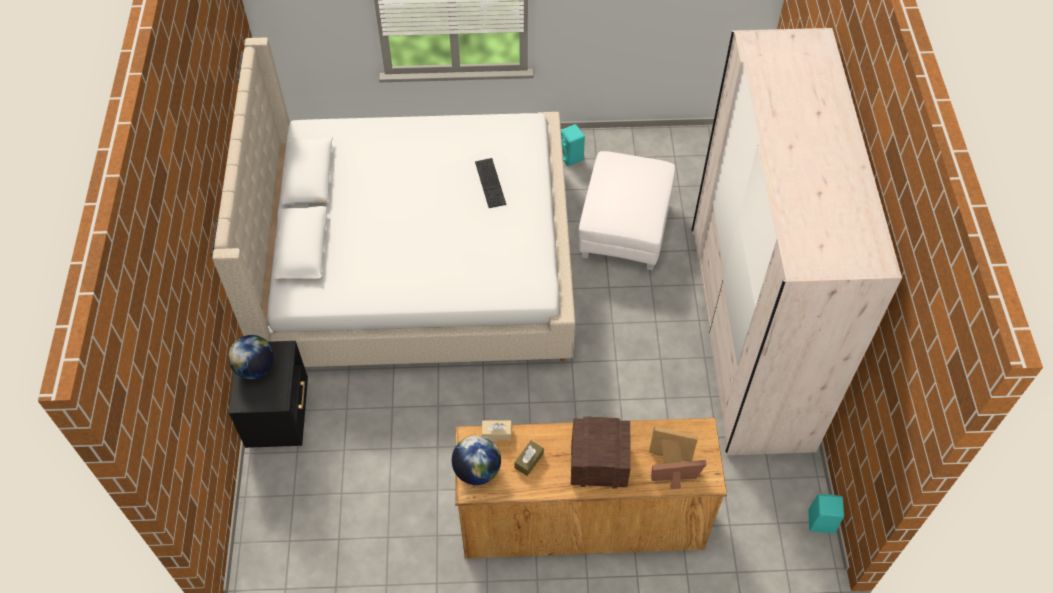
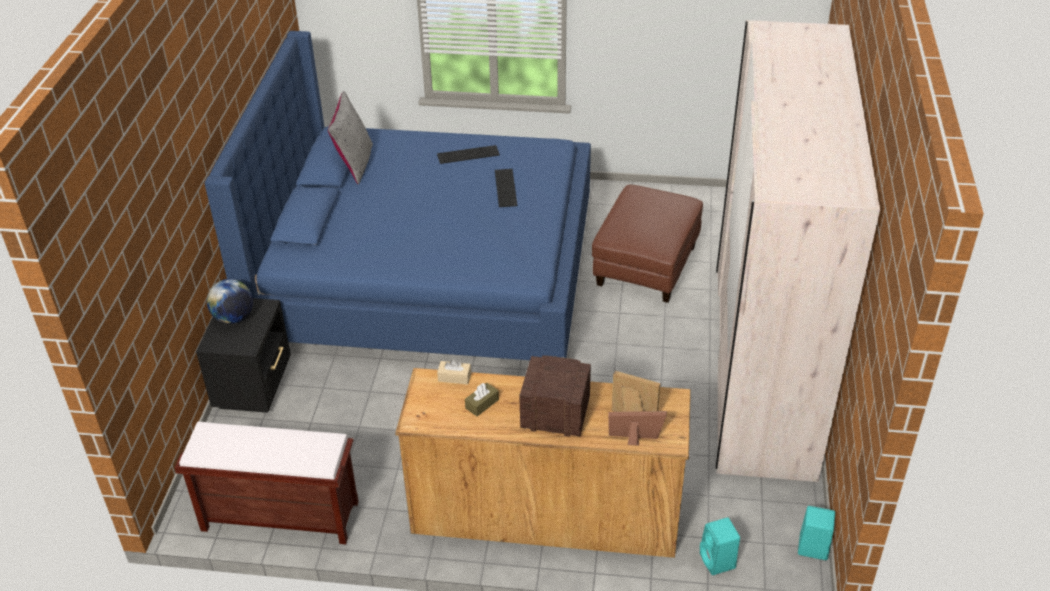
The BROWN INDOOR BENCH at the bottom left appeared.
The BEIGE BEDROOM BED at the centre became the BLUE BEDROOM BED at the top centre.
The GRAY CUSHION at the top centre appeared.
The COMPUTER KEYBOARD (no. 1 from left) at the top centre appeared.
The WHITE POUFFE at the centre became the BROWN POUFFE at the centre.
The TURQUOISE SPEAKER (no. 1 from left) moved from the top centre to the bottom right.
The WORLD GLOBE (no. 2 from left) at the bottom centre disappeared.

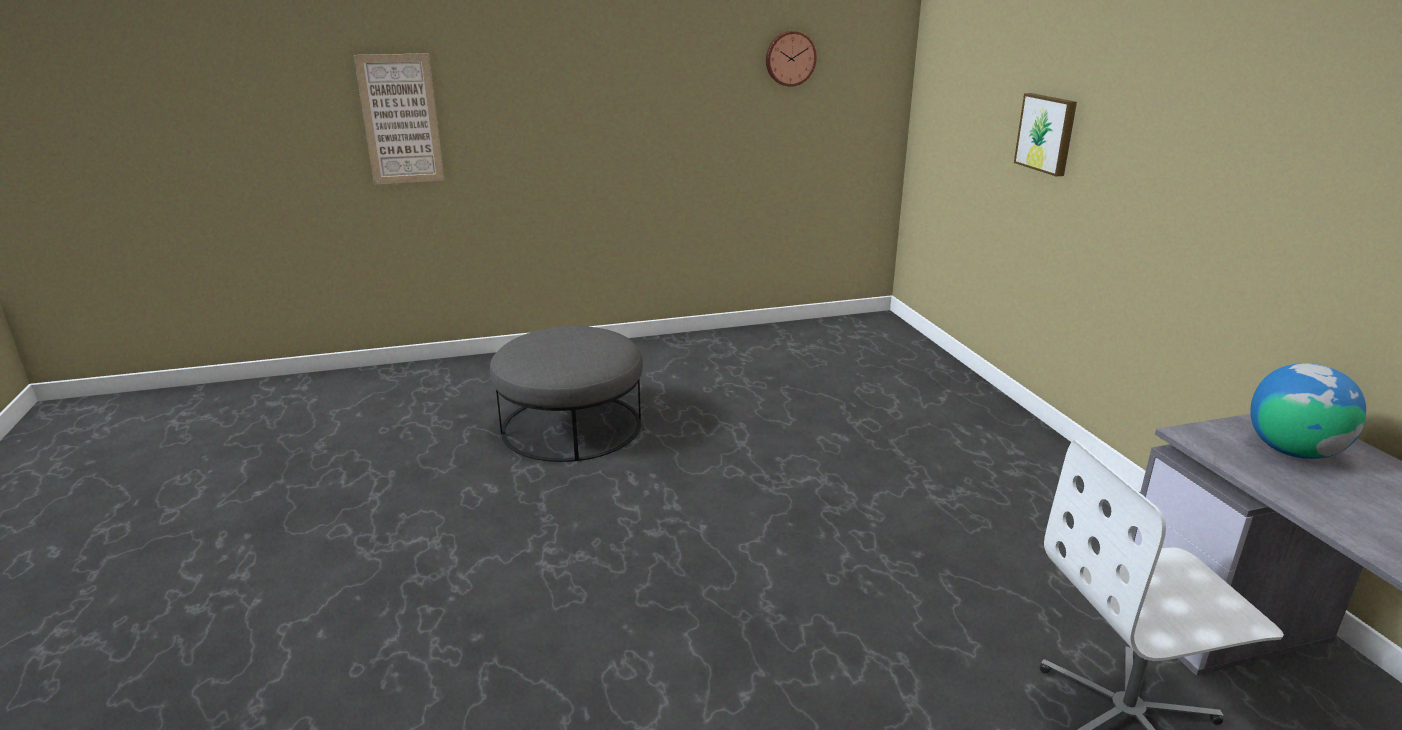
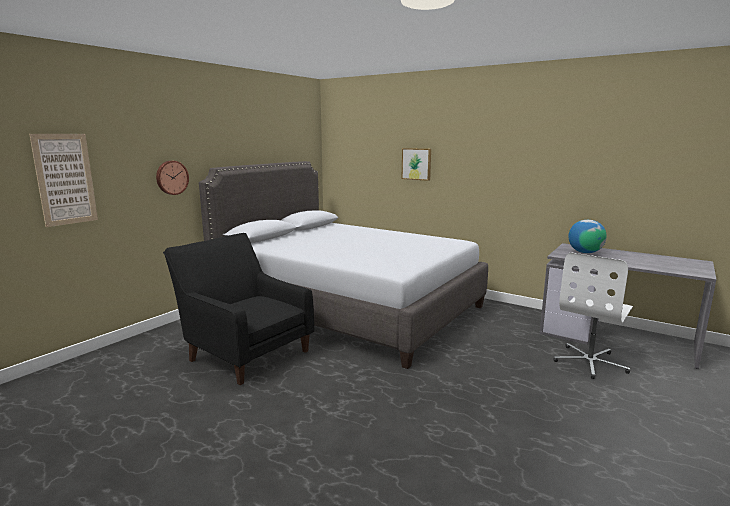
The CLOCK ON THE WALL moved from the top centre to the middle left.
The GRAY POUFFE at the centre was replaced by the BLACK-COLOURED EASY CHAIR at the middle left.
The GRAY BEDROOM BED at the centre appeared.

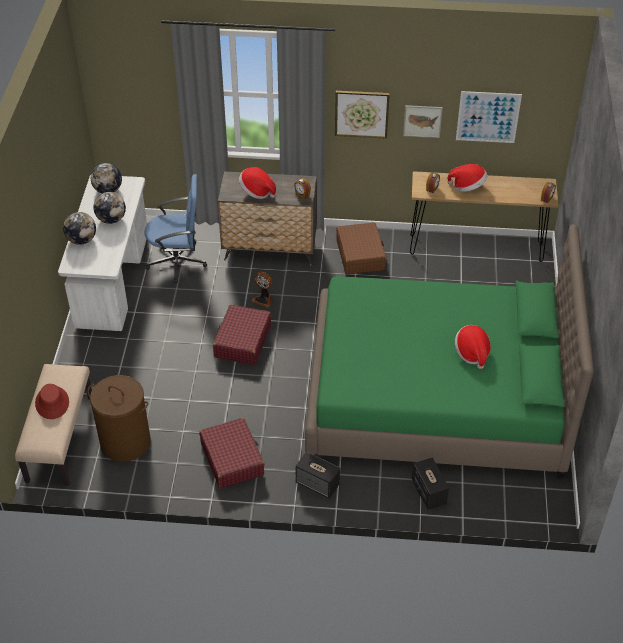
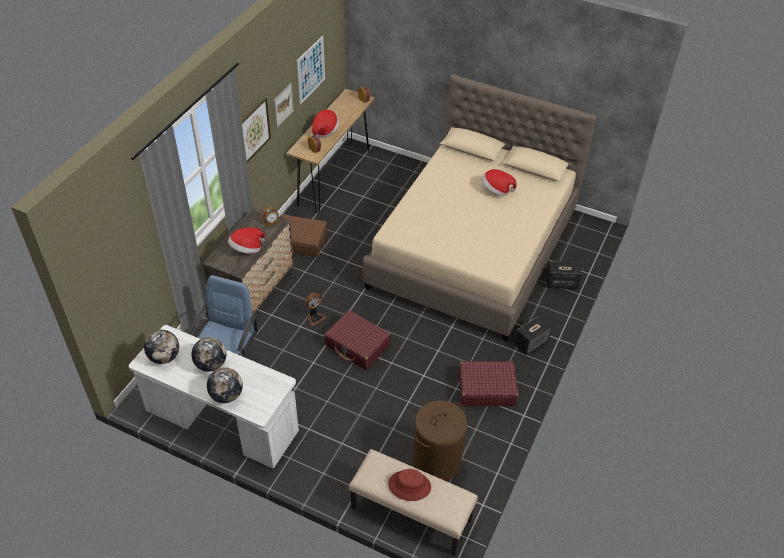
The GREENISH BEDROOM BED at the middle right became the BEIGE BEDROOM BED at the centre.

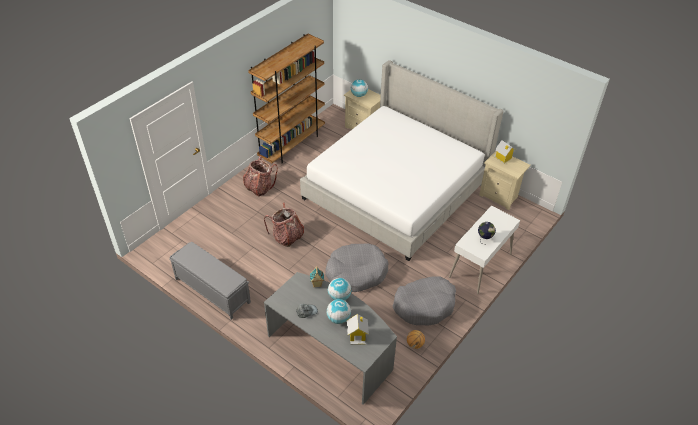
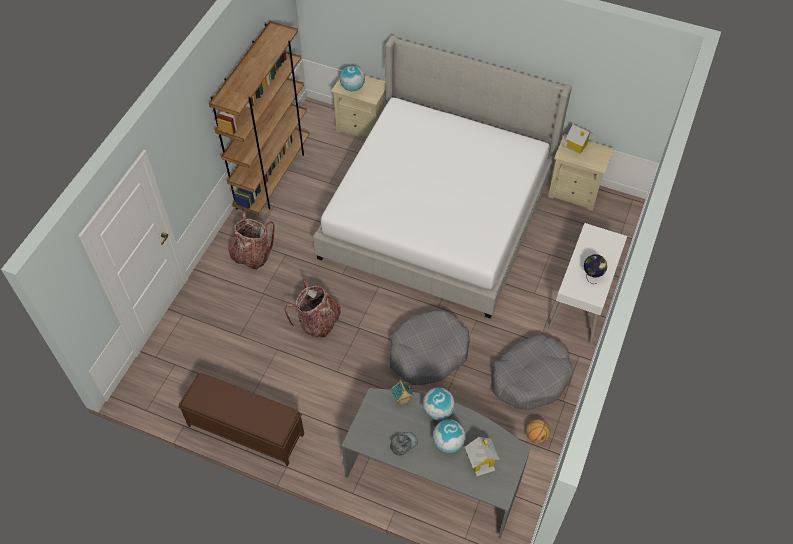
The GRAY INDOOR BENCH at the middle left became the BROWN INDOOR BENCH at the bottom left.

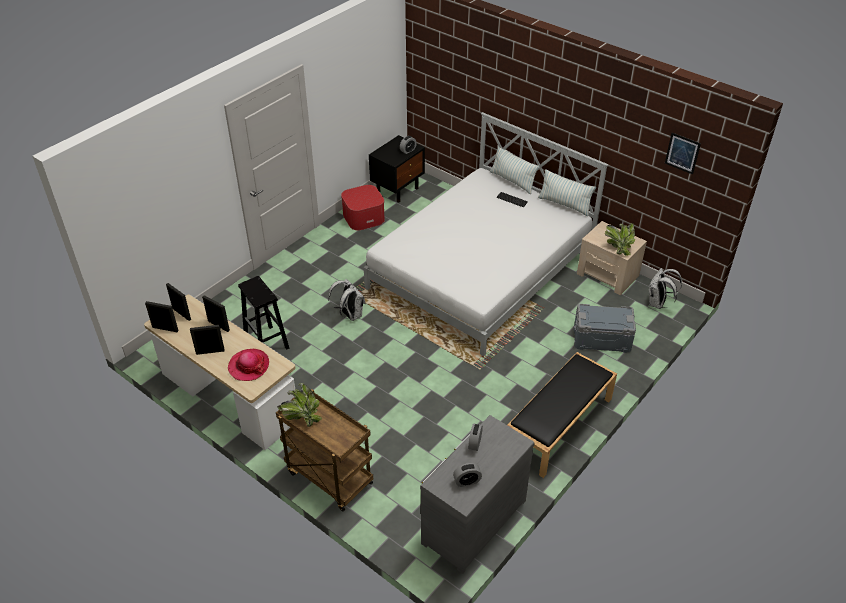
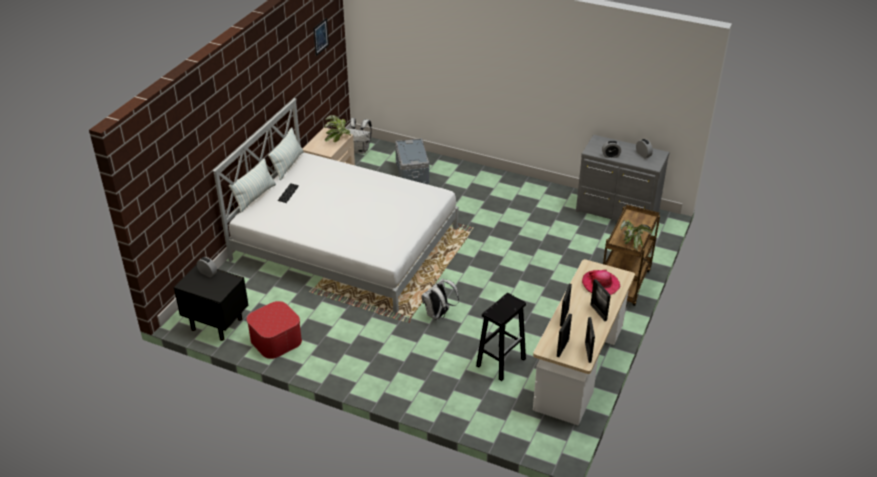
The BLACK-COLOURED INDOOR BENCH at the bottom centre disappeared.

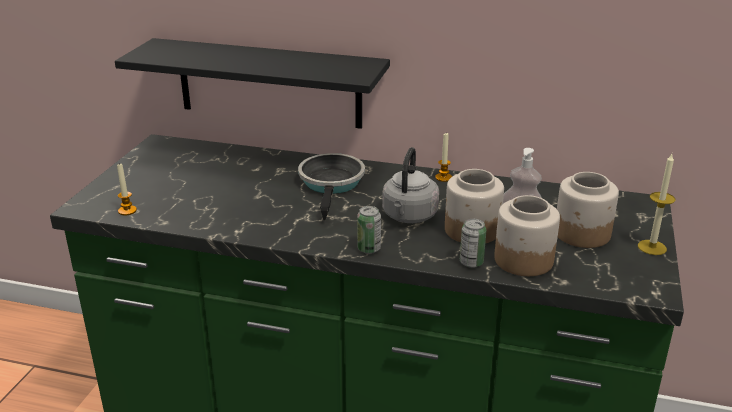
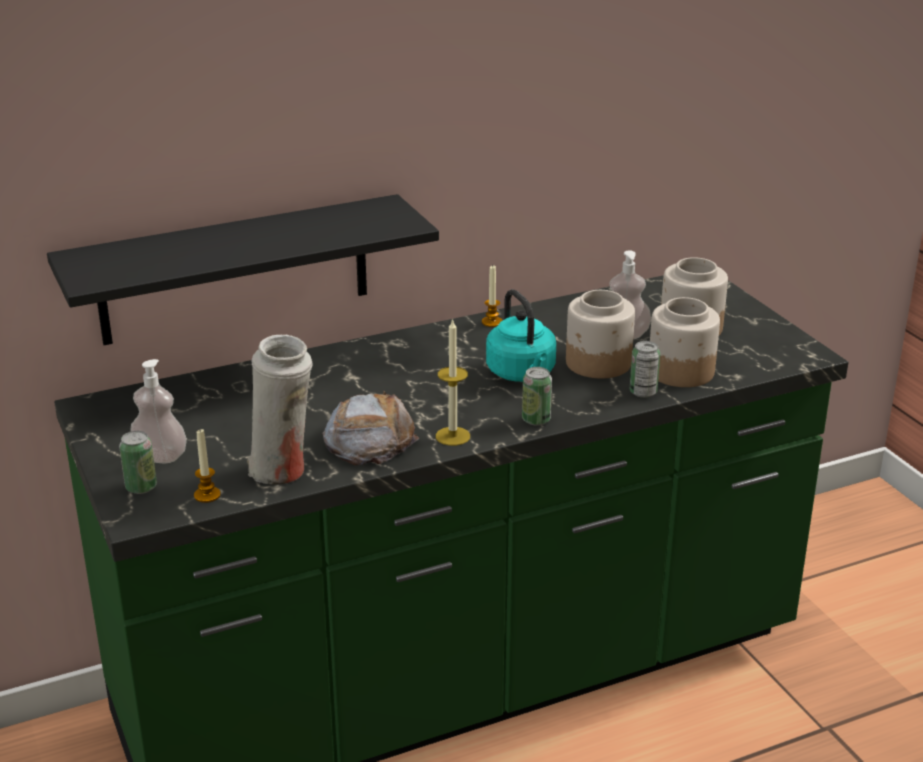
The CAN (no. 1 from left) at the middle left appeared.
The SOAP DISPENSER (no. 1 from left) at the middle left appeared.
The WHITE DECORATIVE VASE at the middle left appeared.
The BAKED BREAD at the centre appeared.
The CANDLE (no. 3 from left in the first image) moved from the middle right to the centre.
The GRAY KETTLE at the centre became the TURQUOISE KETTLE at the centre.
The PAN at the centre disappeared.

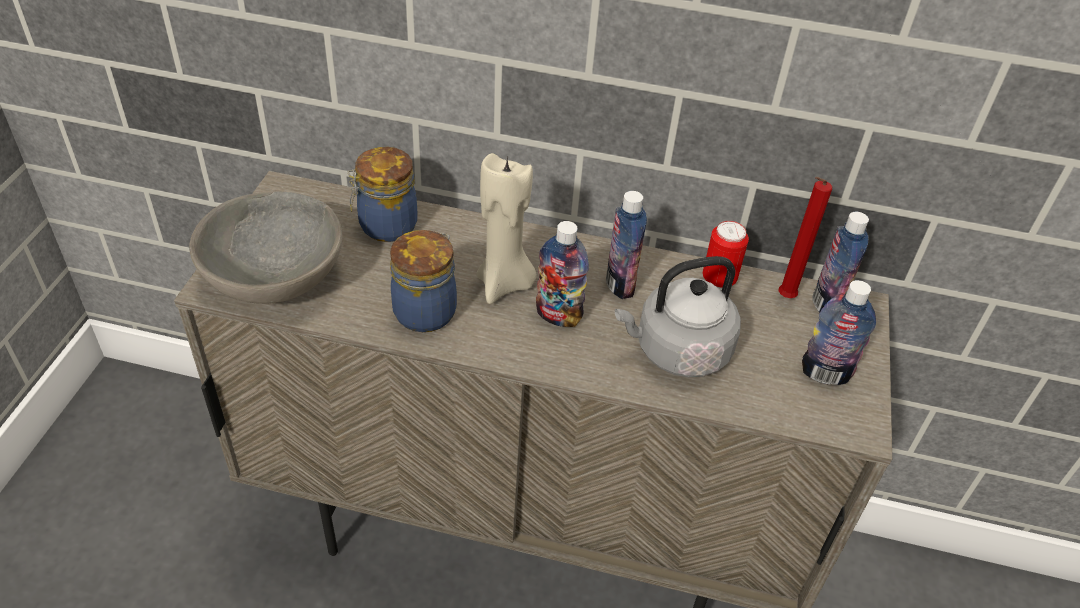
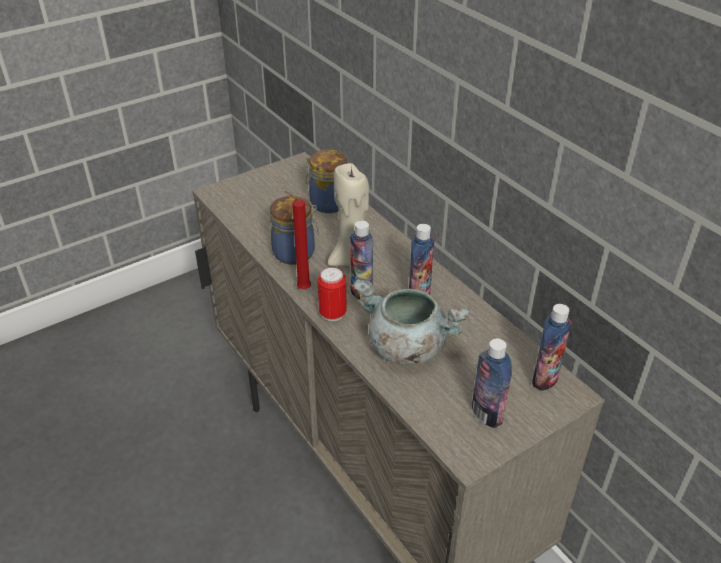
The RED CANDLE moved from the middle right to the centre.
The CAN moved from the middle right to the centre.
The GRAY KETTLE at the centre was replaced by the GRAY COOKING POT at the centre.
The GRAY DEEP DISH at the middle left disappeared.

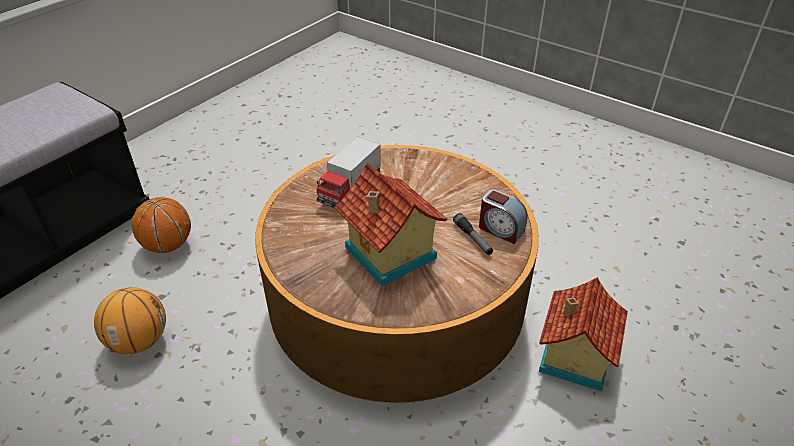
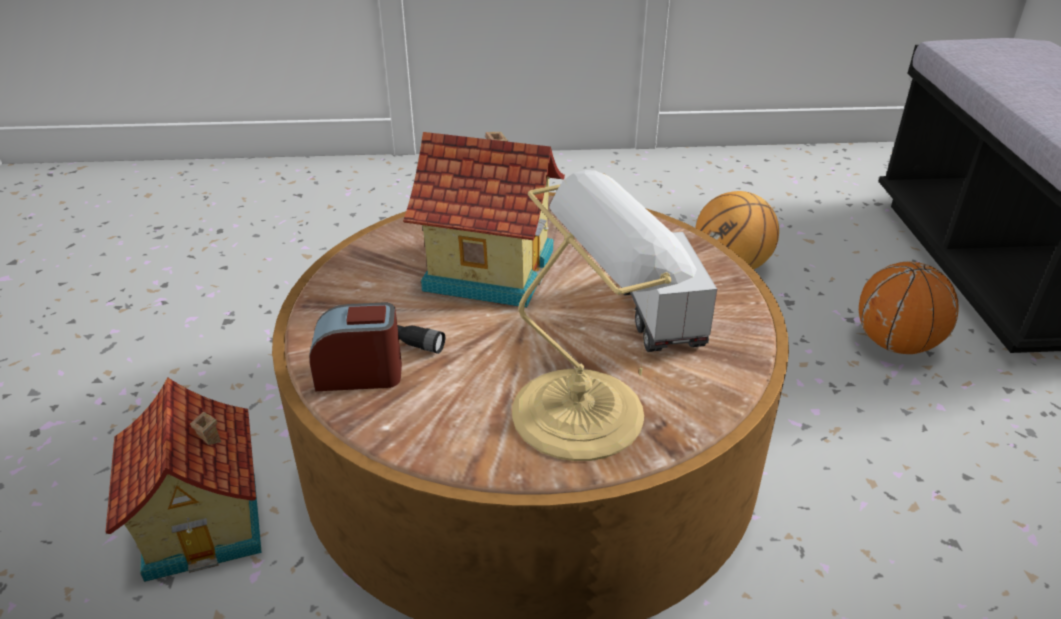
The LAMP FOR A TABLE at the centre appeared.

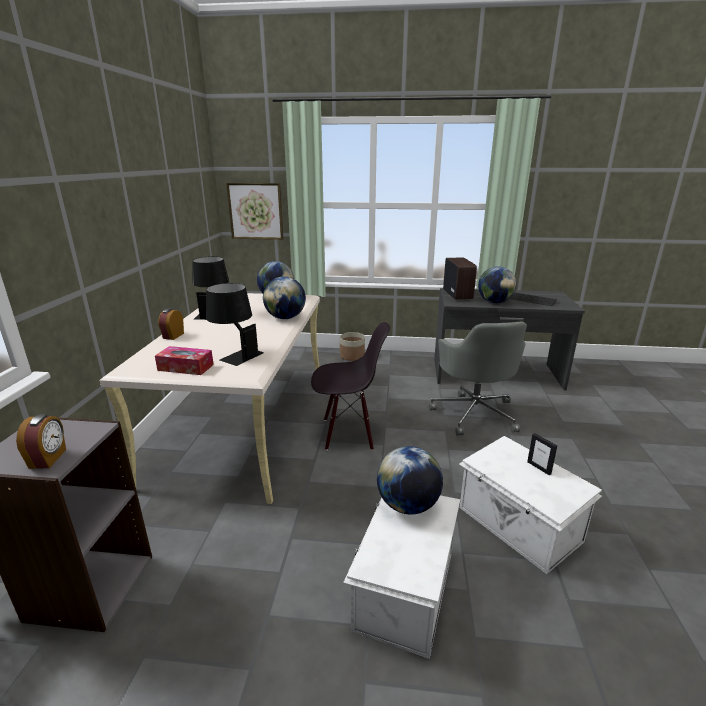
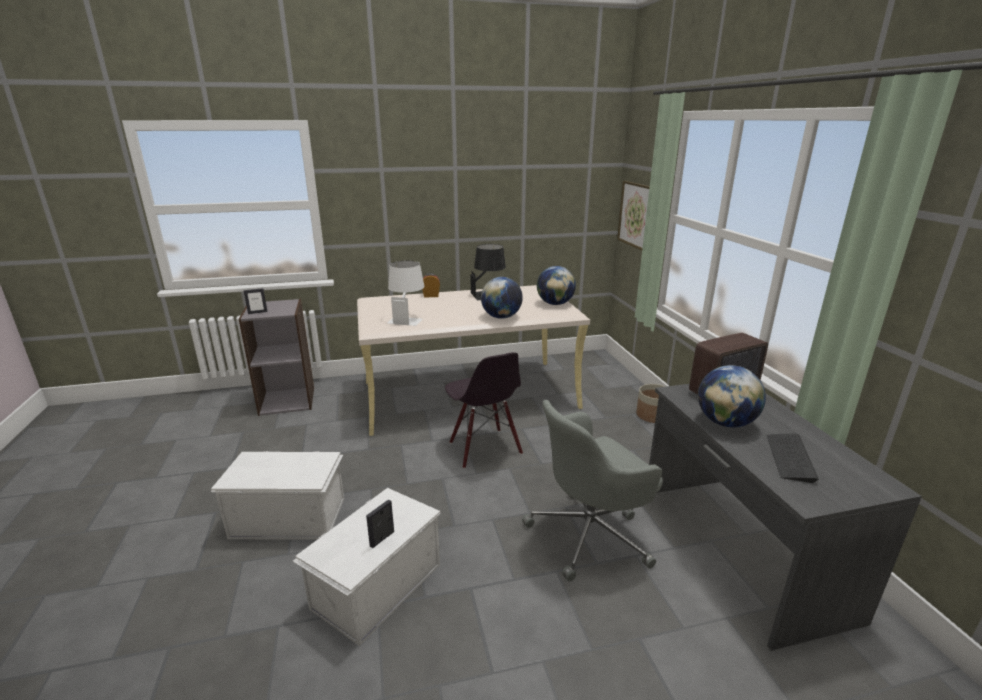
The TABLE CLOCK (no. 1 from left) at the middle left was replaced by the PHOTO FRAME (no. 1 from left) at the middle left.
The BLACK-COLOURED LAMP FOR A TABLE (no. 2 from left) at the middle left became the WHITE LAMP FOR A TABLE at the centre.
The TISSUE BOX at the middle left disappeared.
The WORLD GLOBE (no. 3 from left) at the bottom centre disappeared.

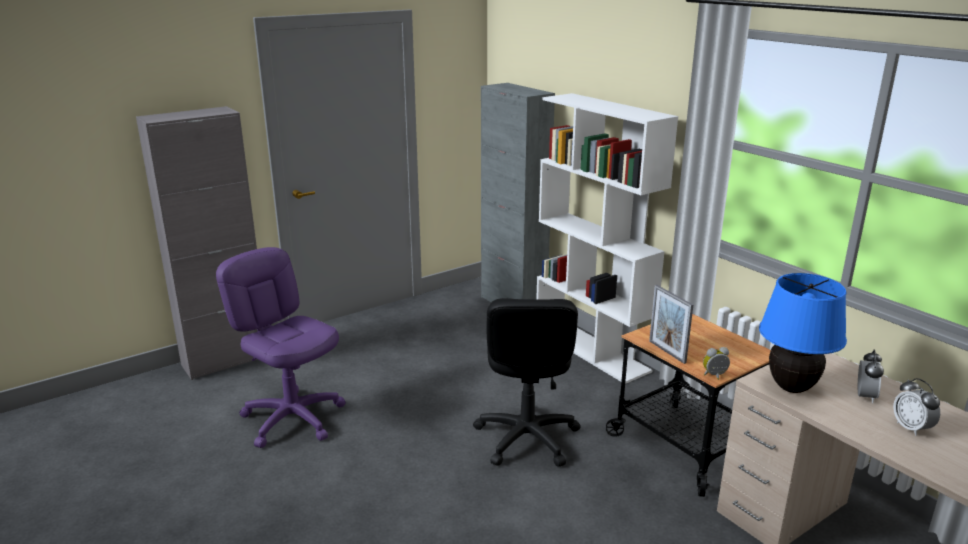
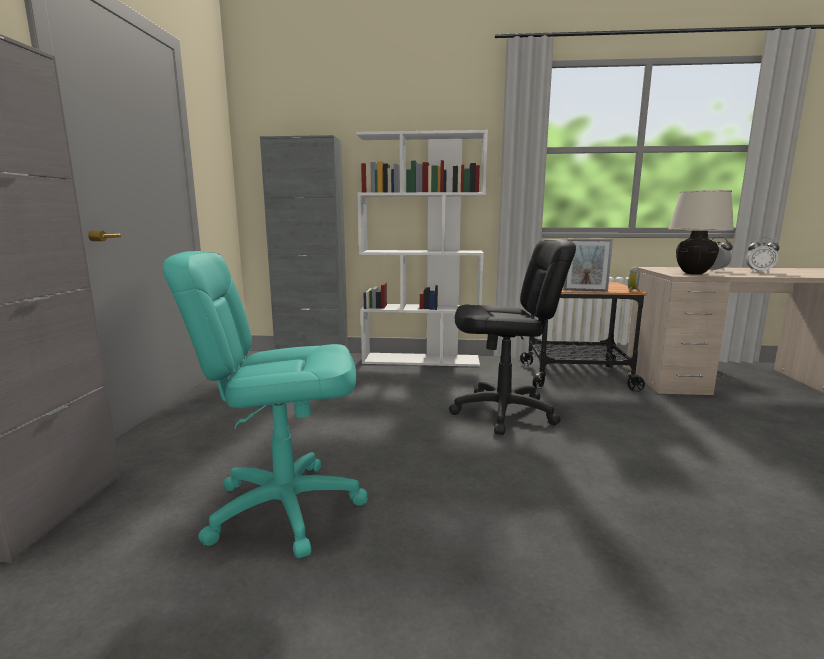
The PURPLISH COMPUTER CHAIR at the middle left became the TURQUOISE COMPUTER CHAIR at the middle left.
The BLACK-COLOURED COMPUTER CHAIR at the bottom centre turned 45 degrees counterclockwise.
The BLUE LAMP FOR A TABLE at the middle right became the BEIGE LAMP FOR A TABLE at the middle right.

